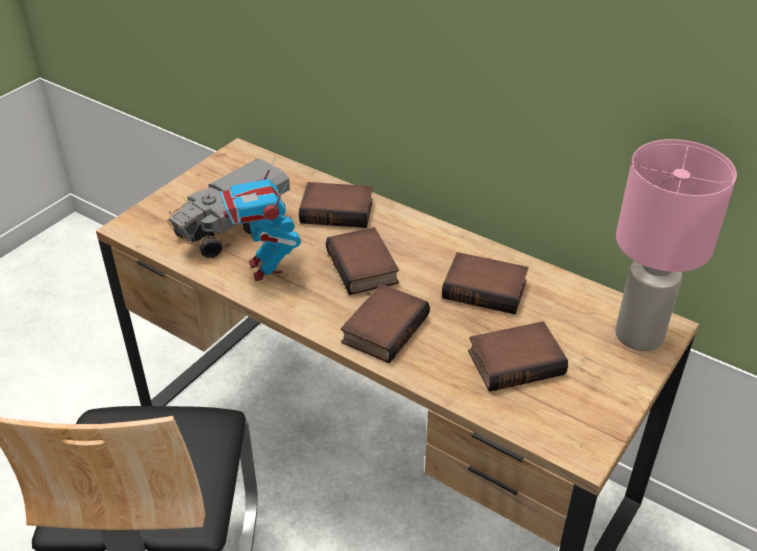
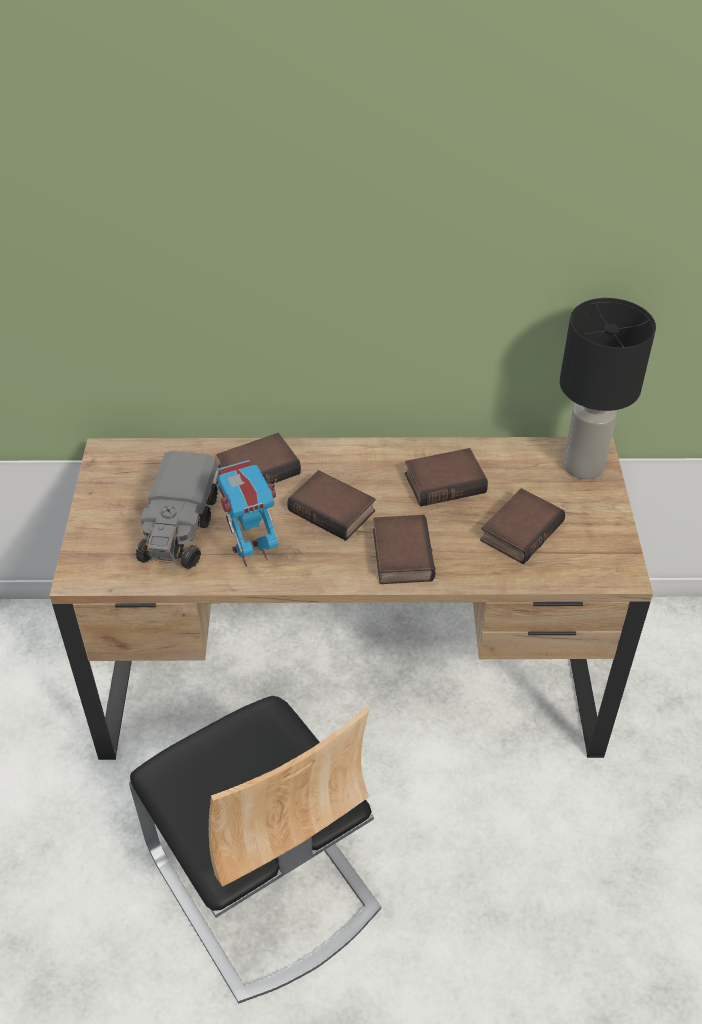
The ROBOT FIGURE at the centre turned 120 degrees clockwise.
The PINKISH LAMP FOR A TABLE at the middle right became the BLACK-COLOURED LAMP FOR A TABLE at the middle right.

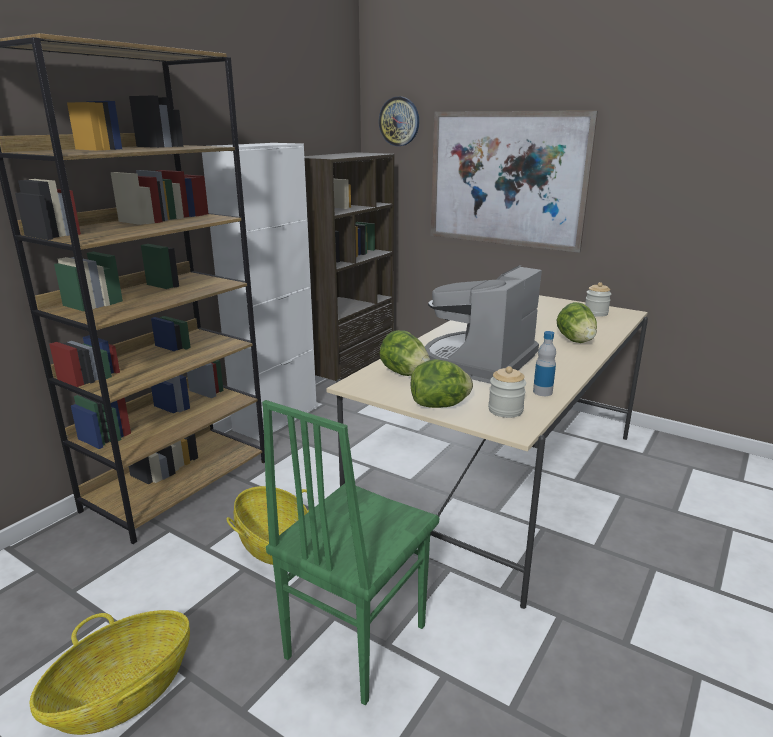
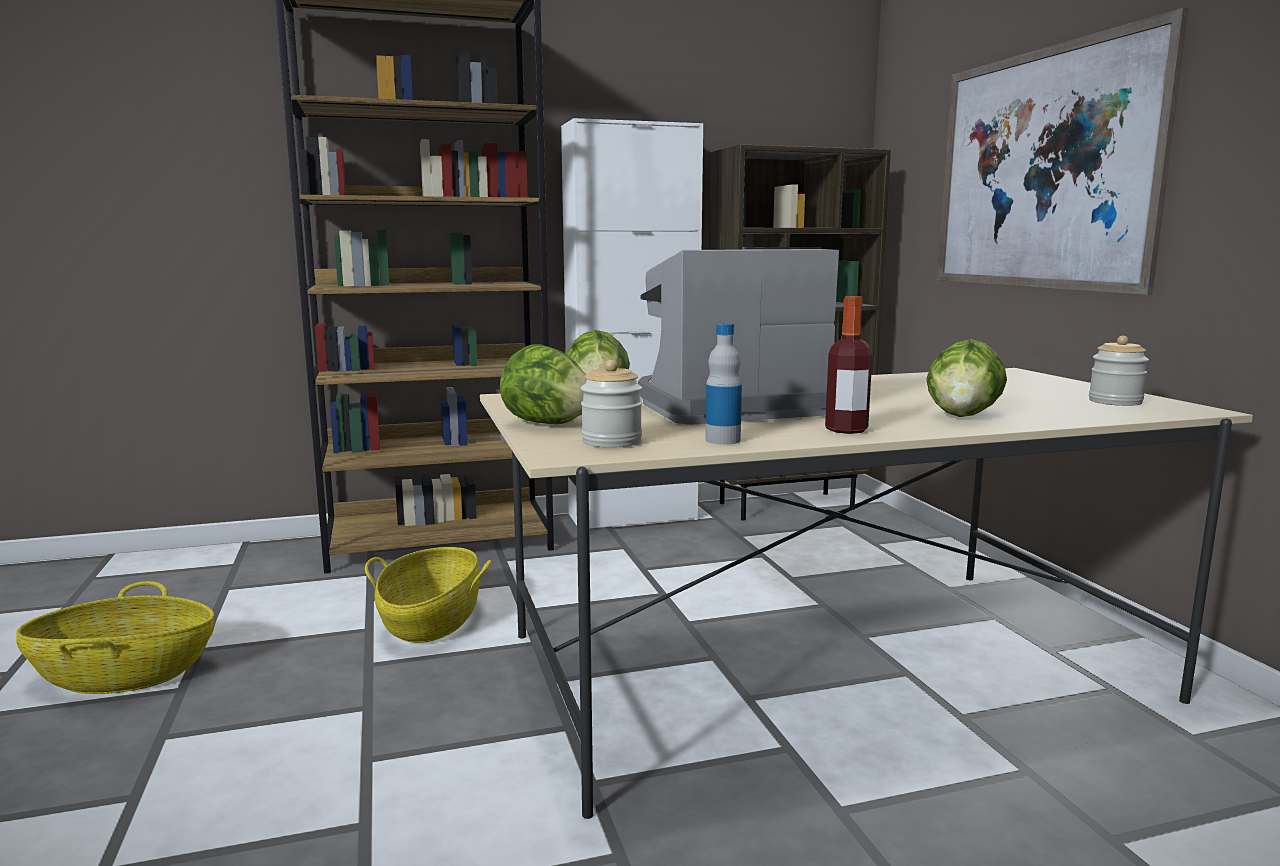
The DRINK BOTTLE (no. 2 from left) at the centre appeared.
The GREENISH UPRIGHT CHAIR at the bottom centre disappeared.
The CLOCK ON THE WALL at the top centre disappeared.

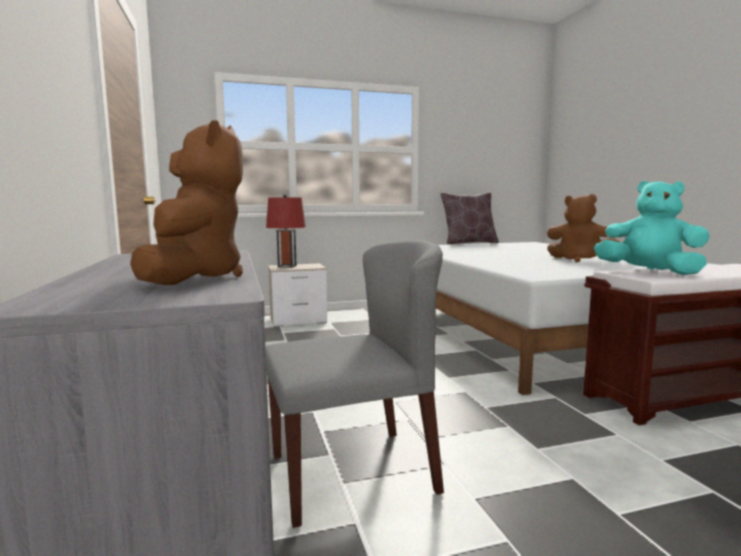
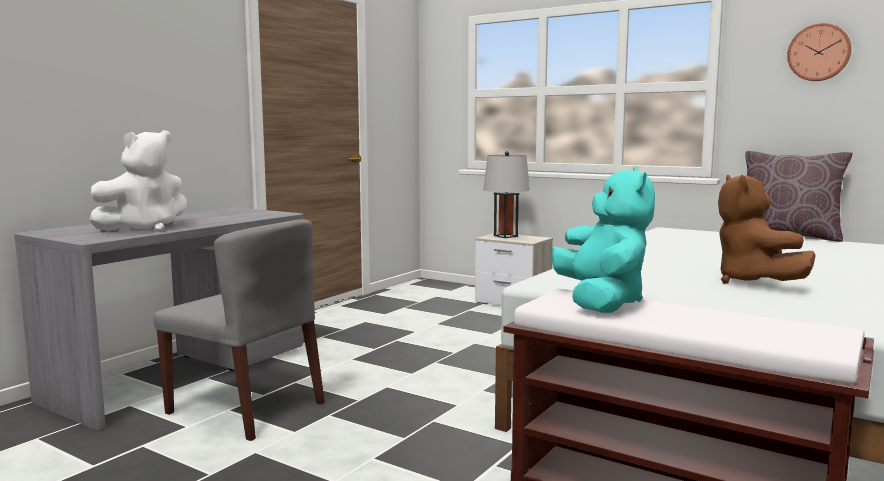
The BROWN CUDDLY TOY (no. 1 from left) at the middle left became the WHITE CUDDLY TOY at the middle left.
The RED LAMP FOR A TABLE at the centre became the GRAY LAMP FOR A TABLE at the centre.
The CLOCK ON THE WALL at the top right appeared.

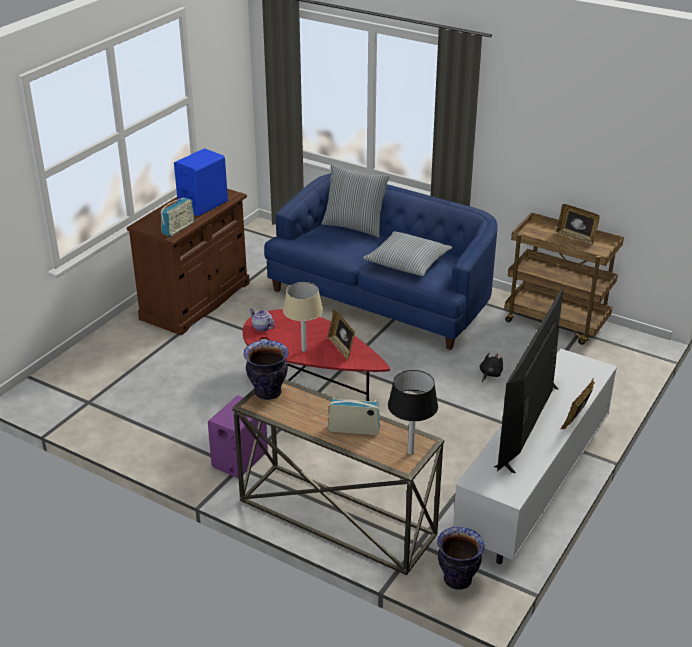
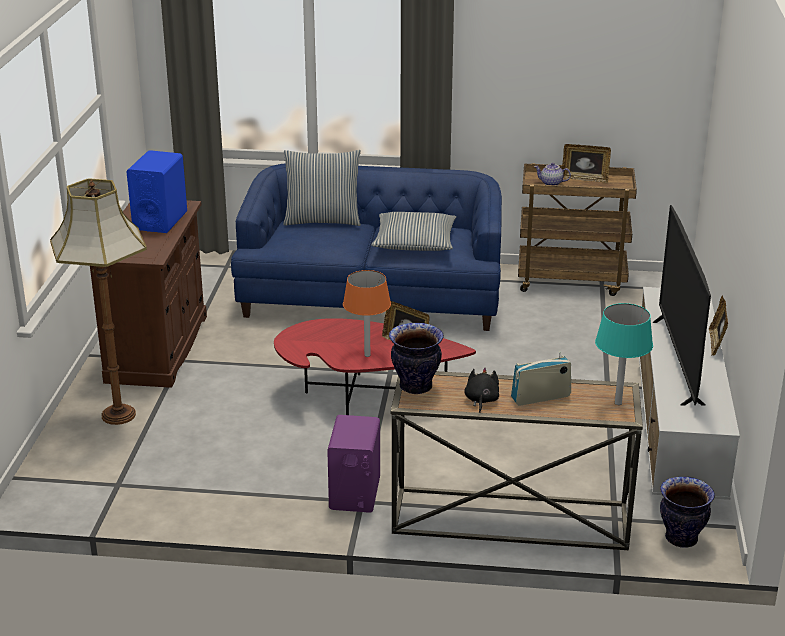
The STANDARD LAMP at the middle left appeared.
The BEIGE LAMP FOR A TABLE at the centre became the ORANGE LAMP FOR A TABLE at the centre.
The BLACK-COLOURED CUDDLY TOY moved from the middle right to the centre.
The TEA POT moved from the centre to the top right.
The BLACK-COLOURED LAMP FOR A TABLE at the centre became the TURQUOISE LAMP FOR A TABLE at the middle right.
The RADIO SET (no. 1 from left) at the middle left disappeared.

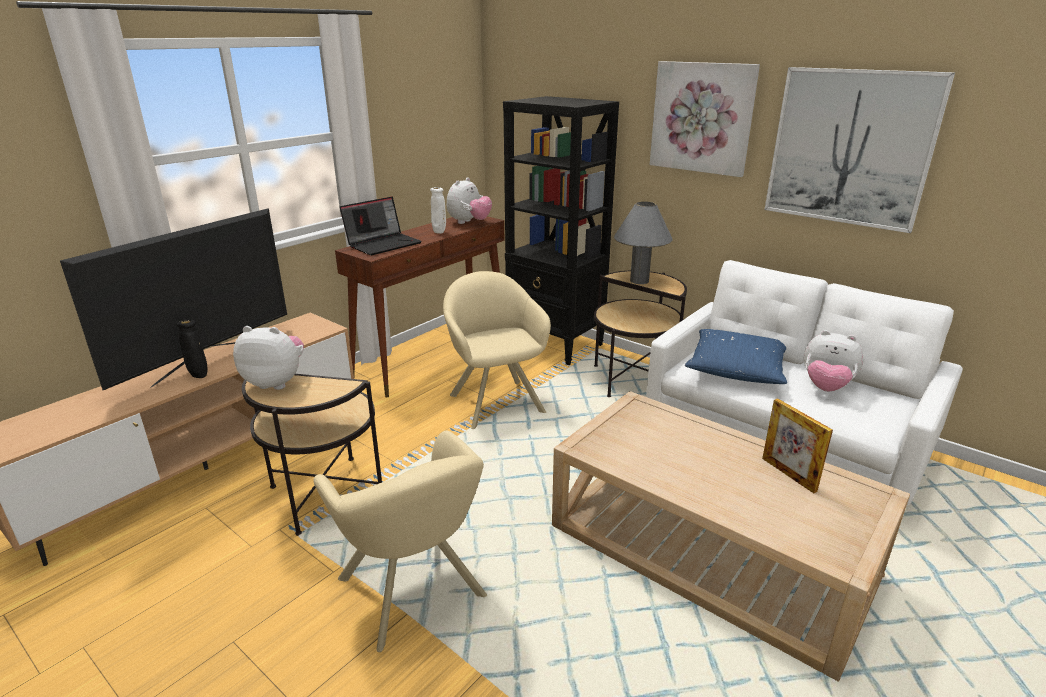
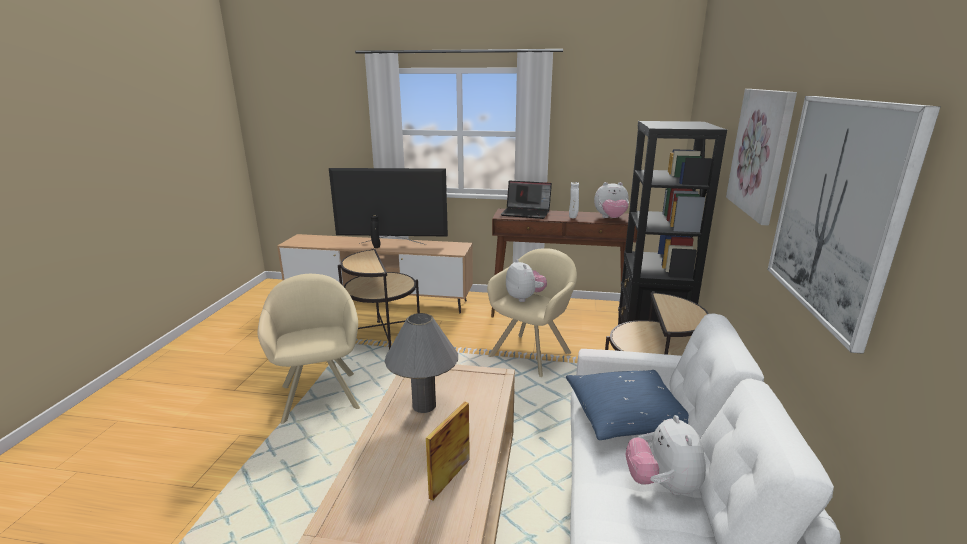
The BEIGE EASY CHAIR (no. 1 from left) at the bottom centre turned 135 degrees clockwise.
The GRAY LAMP FOR A TABLE moved from the centre to the bottom centre.
The CUDDLY TOY (no. 1 from left) moved from the middle left to the centre.

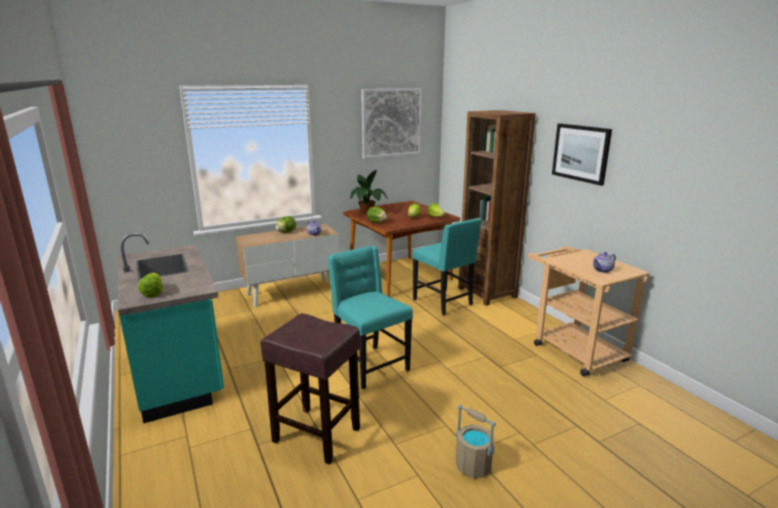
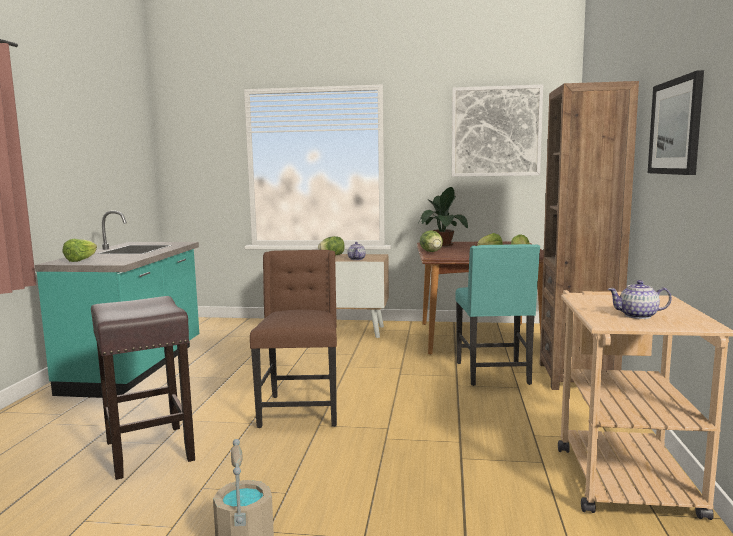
The TURQUOISE UPRIGHT CHAIR (no. 1 from left) at the centre became the BROWN UPRIGHT CHAIR at the centre.

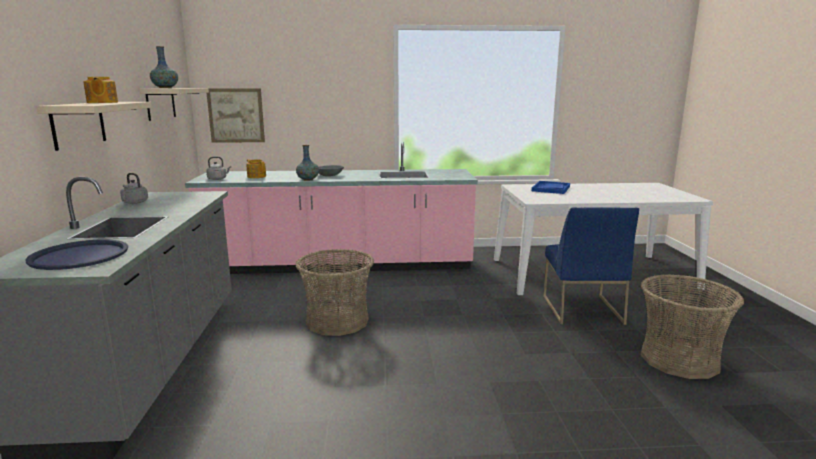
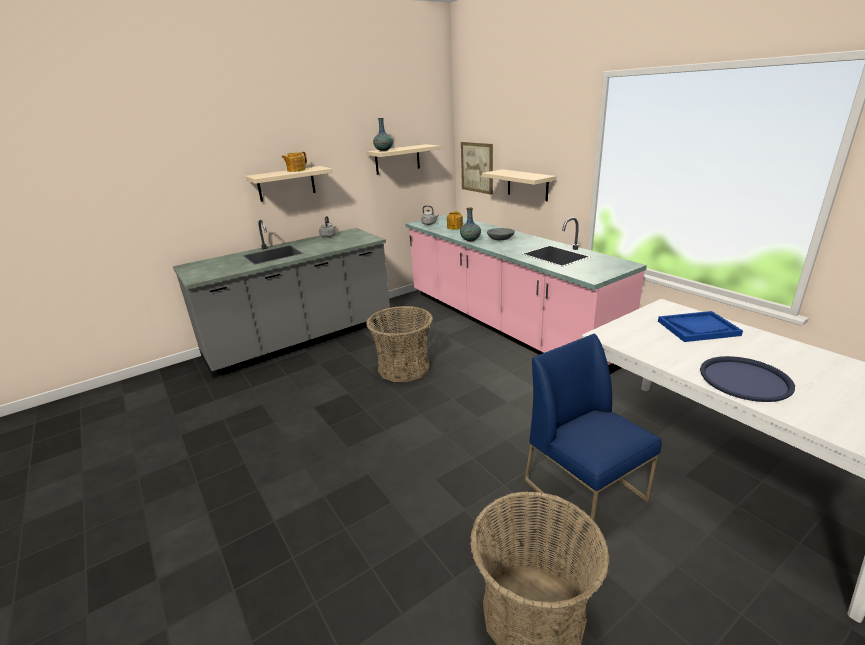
The BEIGE SHELF (no. 3 from left) at the top centre appeared.
The BLUE UPRIGHT CHAIR at the middle right turned 90 degrees clockwise.
The BLUE CARRYING TRAY (no. 1 from left in the first image) moved from the middle left to the middle right.

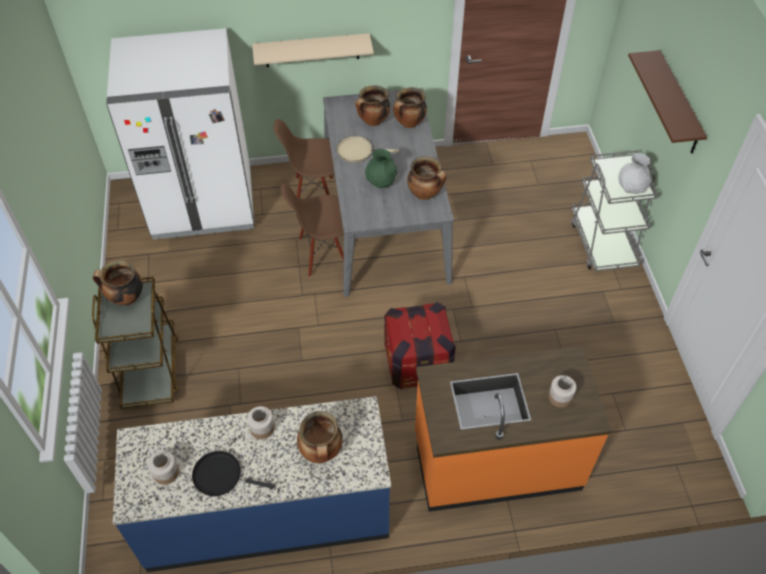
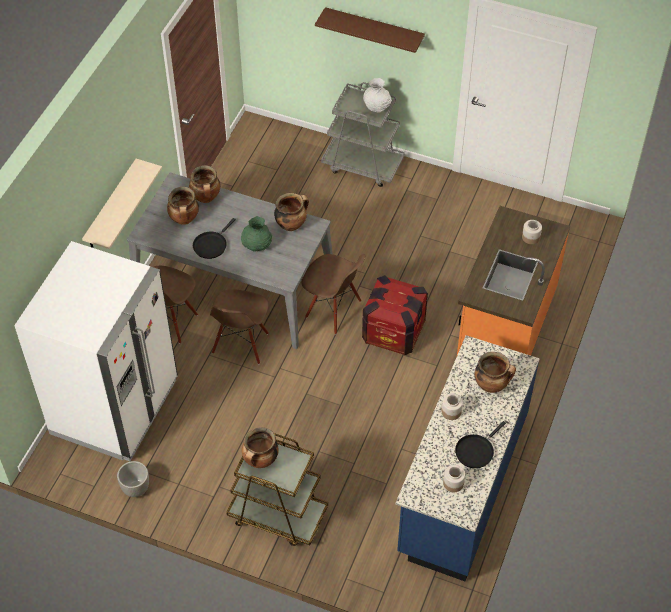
The GRAY FLOWER POT at the bottom left appeared.
The BEIGE PAN at the top centre became the BLACK-COLOURED PAN (no. 1 from left) at the middle left.
The BROWN UPRIGHT CHAIR (no. 3 from left) at the centre appeared.

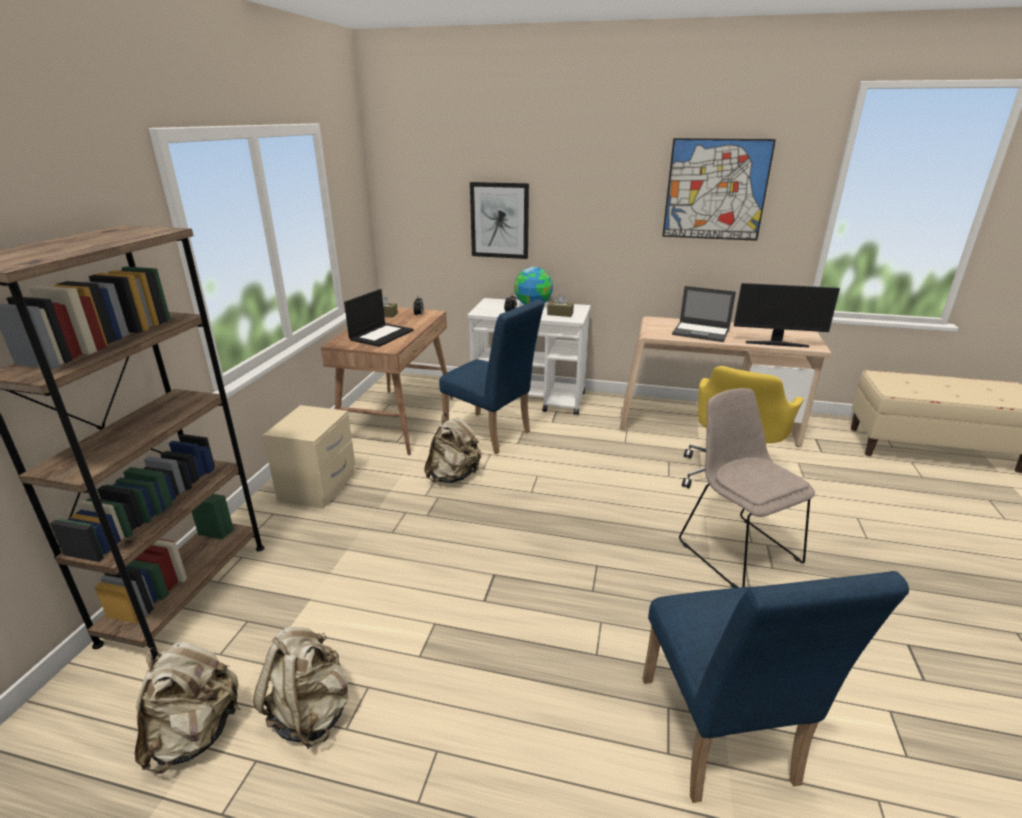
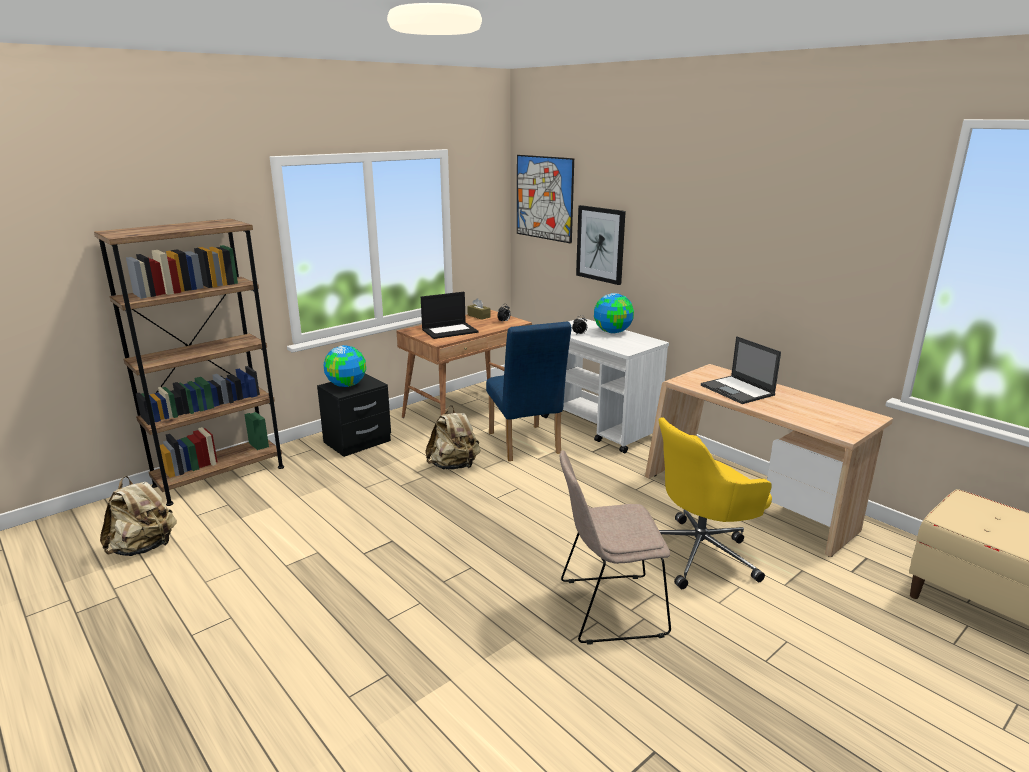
The BEIGE NIGHTSTAND at the middle left became the BLACK-COLOURED NIGHTSTAND at the centre.
The WORLD GLOBE (no. 1 from left) at the centre appeared.
The PICTURE (no. 2 from left in the first image) moved from the top right to the top centre.
The BEIGE UPRIGHT CHAIR at the middle right turned 105 degrees counterclockwise.
The BEIGE RUCKSACK (no. 2 from left) at the bottom left disappeared.
The BROWN TISSUE BOX (no. 2 from left) at the centre disappeared.
The BLUE UPRIGHT CHAIR (no. 2 from left) at the bottom right disappeared.
The COMPUTER SCREEN at the middle right disappeared.

